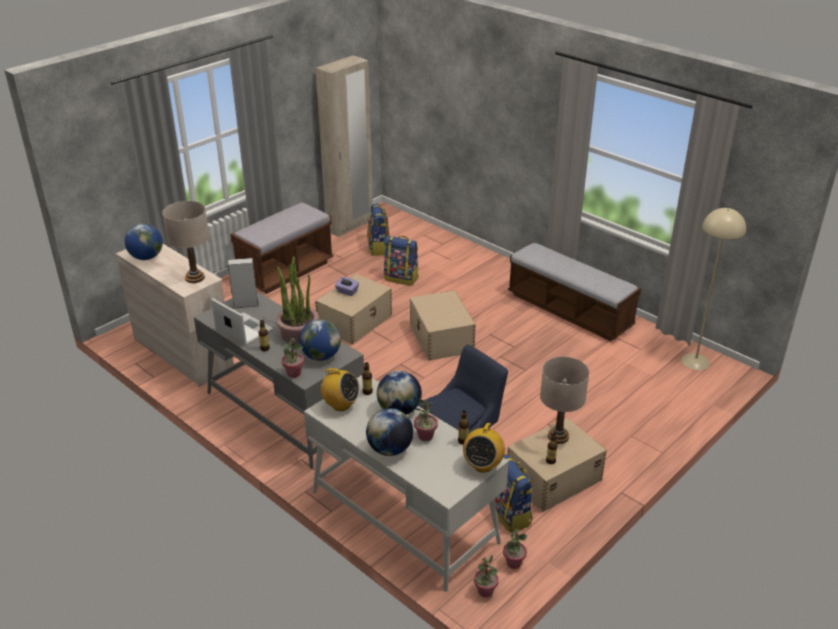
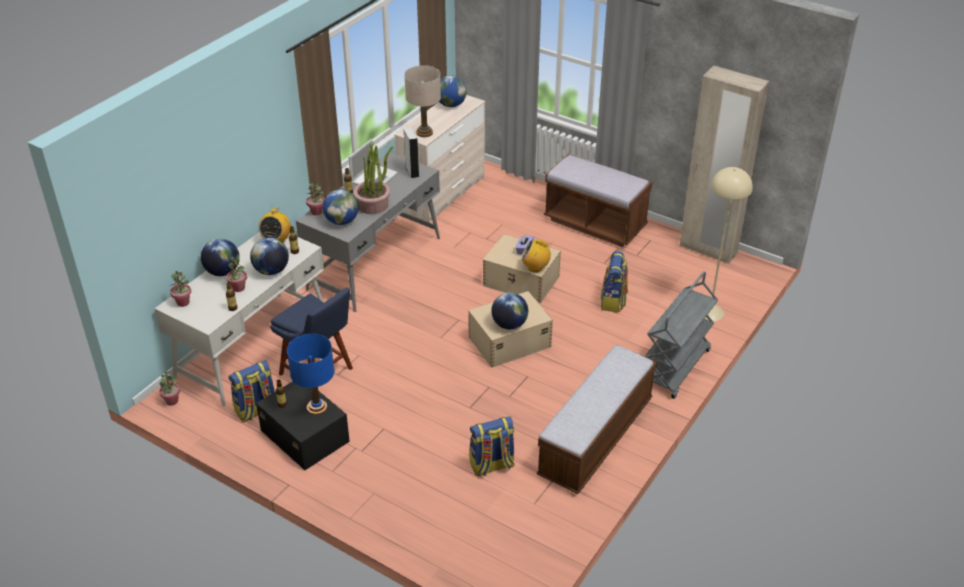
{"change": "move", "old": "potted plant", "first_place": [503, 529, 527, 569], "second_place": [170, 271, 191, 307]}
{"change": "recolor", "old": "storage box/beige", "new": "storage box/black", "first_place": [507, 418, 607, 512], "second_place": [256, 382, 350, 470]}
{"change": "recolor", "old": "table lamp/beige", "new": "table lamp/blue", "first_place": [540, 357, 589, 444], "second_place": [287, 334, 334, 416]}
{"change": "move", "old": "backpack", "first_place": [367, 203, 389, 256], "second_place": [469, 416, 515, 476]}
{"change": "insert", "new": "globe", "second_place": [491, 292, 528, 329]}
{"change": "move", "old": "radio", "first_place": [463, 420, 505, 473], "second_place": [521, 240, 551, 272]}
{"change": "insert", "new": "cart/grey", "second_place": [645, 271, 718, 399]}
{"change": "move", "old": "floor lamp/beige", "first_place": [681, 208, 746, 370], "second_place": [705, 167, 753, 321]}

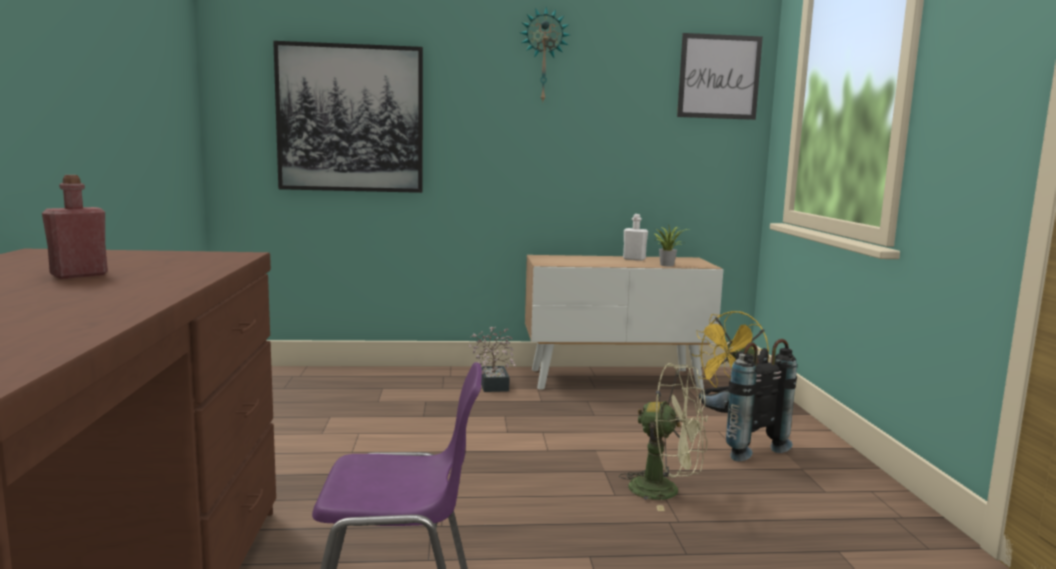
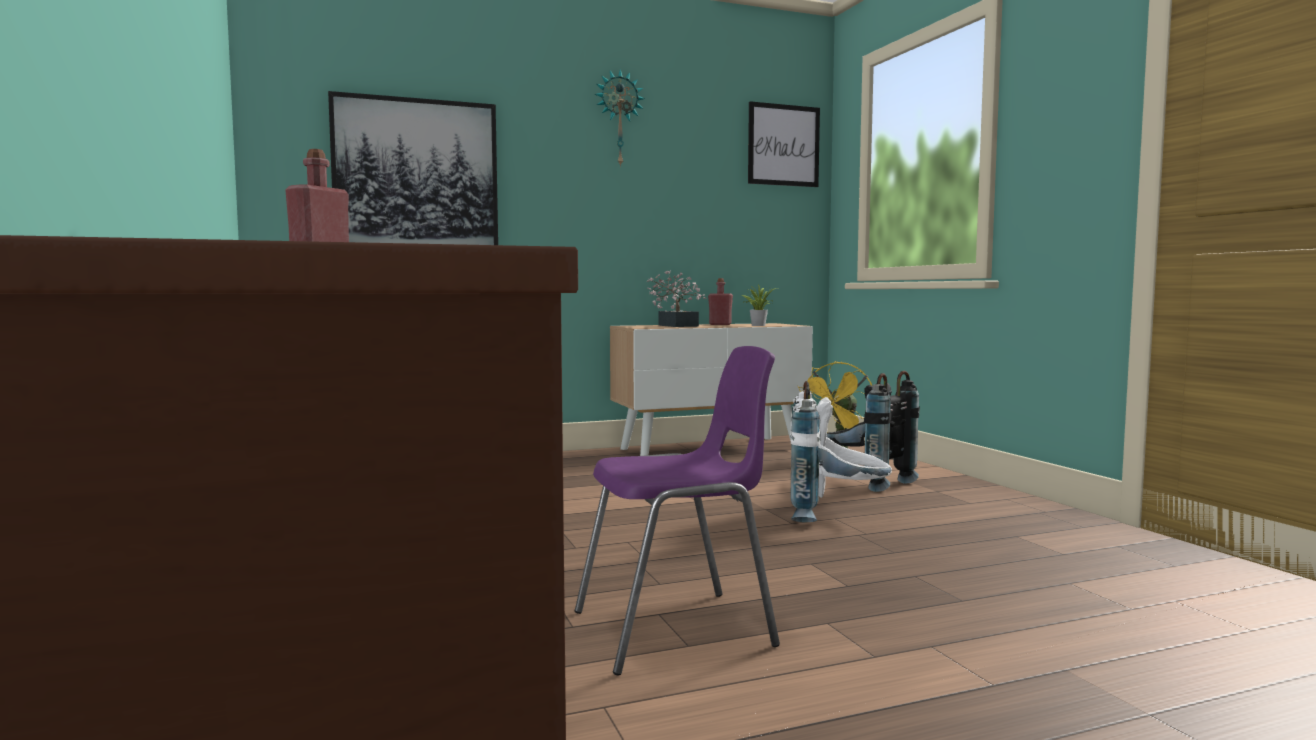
{"change": "move", "old": "potted plant", "first_place": [469, 327, 516, 392], "second_place": [647, 270, 706, 327]}
{"change": "recolor", "old": "bottle/white", "new": "bottle/red", "first_place": [623, 214, 648, 261], "second_place": [708, 278, 733, 325]}
{"change": "replace", "old": "fan/green", "new": "backpack/white", "first_place": [619, 363, 708, 511], "second_place": [790, 381, 892, 522]}

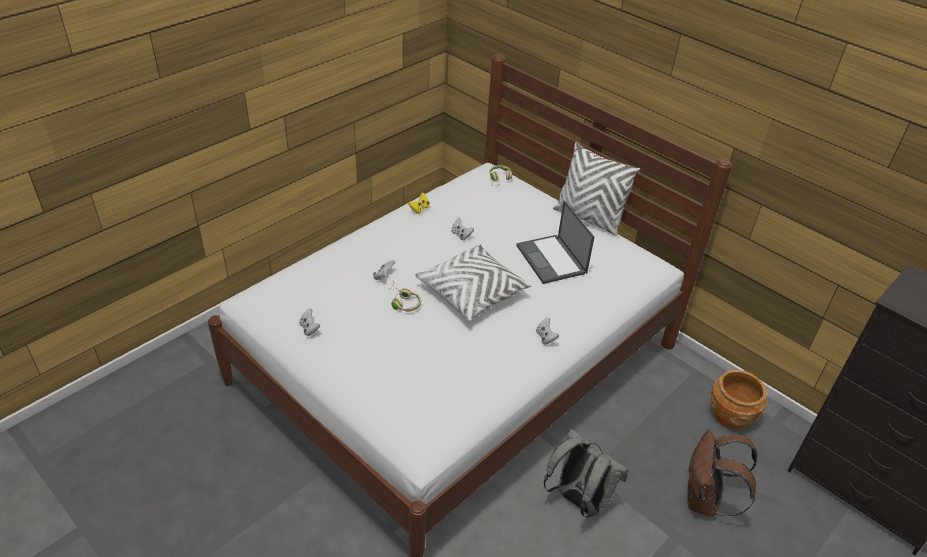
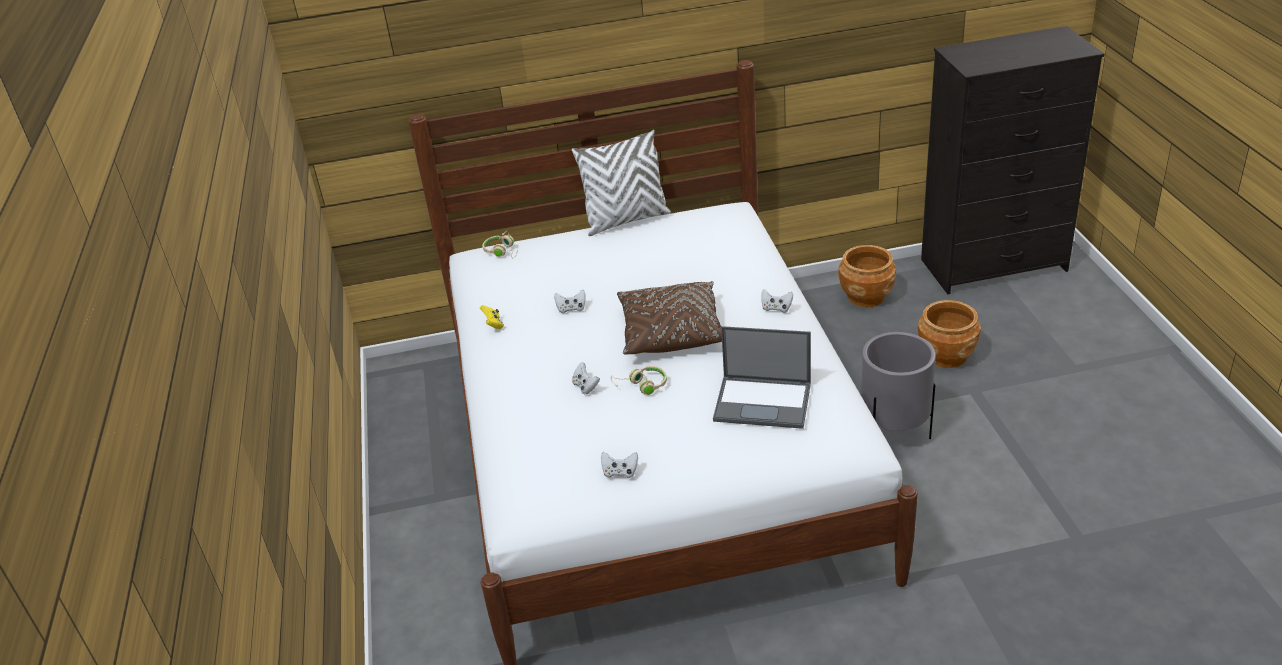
{"change": "recolor", "old": "pillow/white", "new": "pillow/brown", "first_place": [415, 244, 531, 321], "second_place": [617, 281, 722, 355]}
{"change": "move", "old": "laptop", "first_place": [516, 200, 594, 284], "second_place": [713, 326, 811, 429]}
{"change": "replace", "old": "backpack/grey", "new": "planter/grey", "first_place": [543, 429, 628, 518], "second_place": [861, 332, 936, 439]}
{"change": "replace", "old": "backpack/brown", "new": "planter/brown", "first_place": [687, 429, 757, 517], "second_place": [918, 300, 981, 368]}

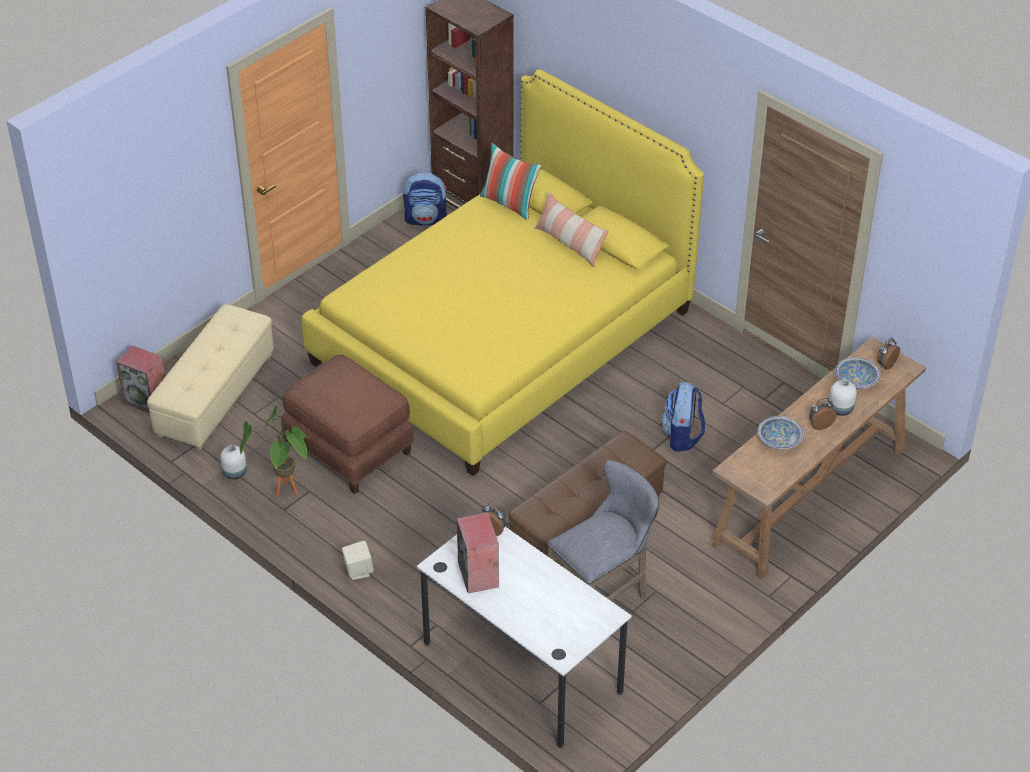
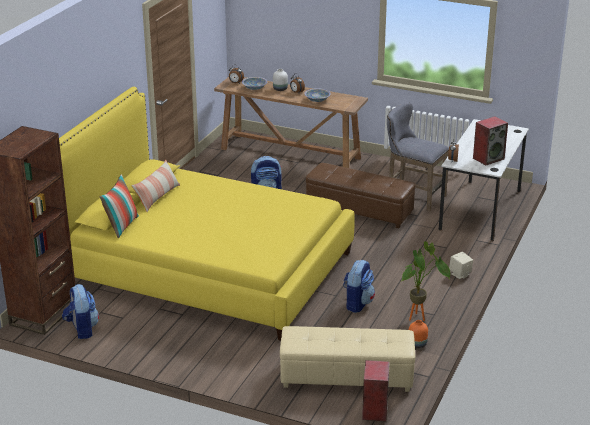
{"change": "replace", "old": "ottoman/brown", "new": "backpack", "first_place": [281, 354, 414, 494], "second_place": [343, 260, 375, 313]}
{"change": "recolor", "old": "vase/white", "new": "vase/orange", "first_place": [220, 445, 247, 479], "second_place": [409, 320, 428, 348]}

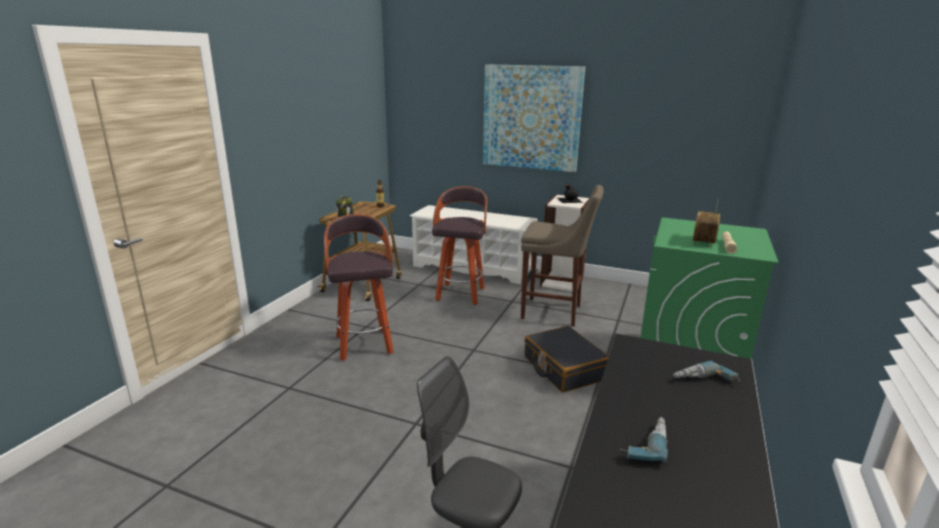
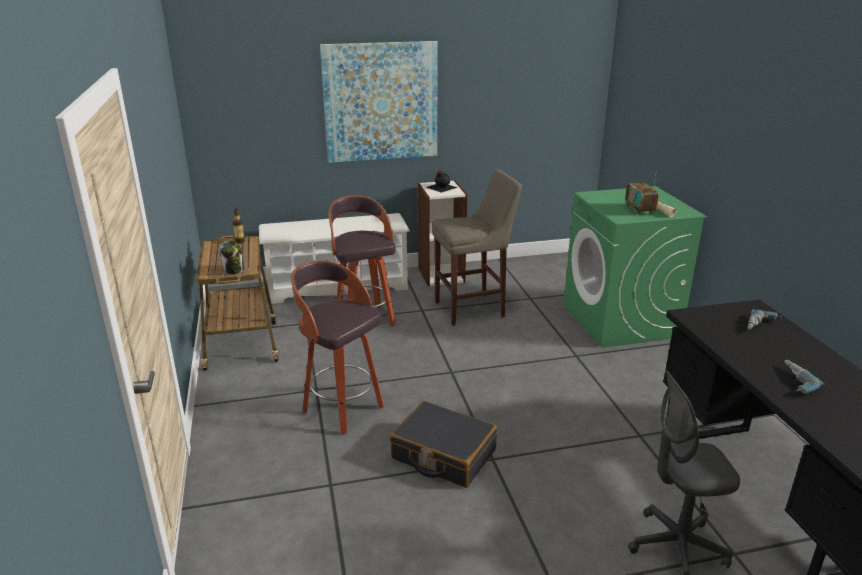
{"change": "move", "old": "suitcase/black", "first_place": [525, 326, 609, 393], "second_place": [390, 401, 497, 488]}

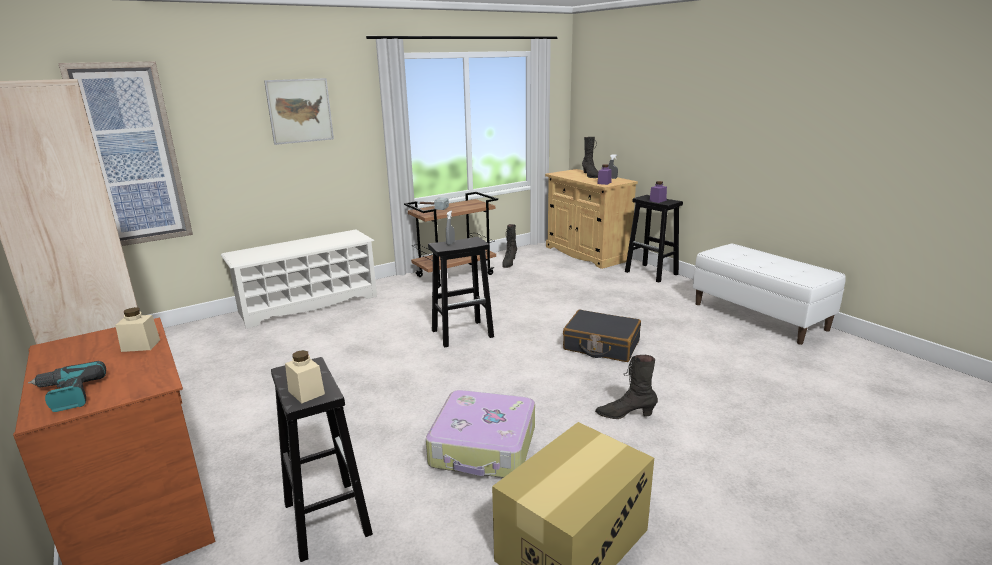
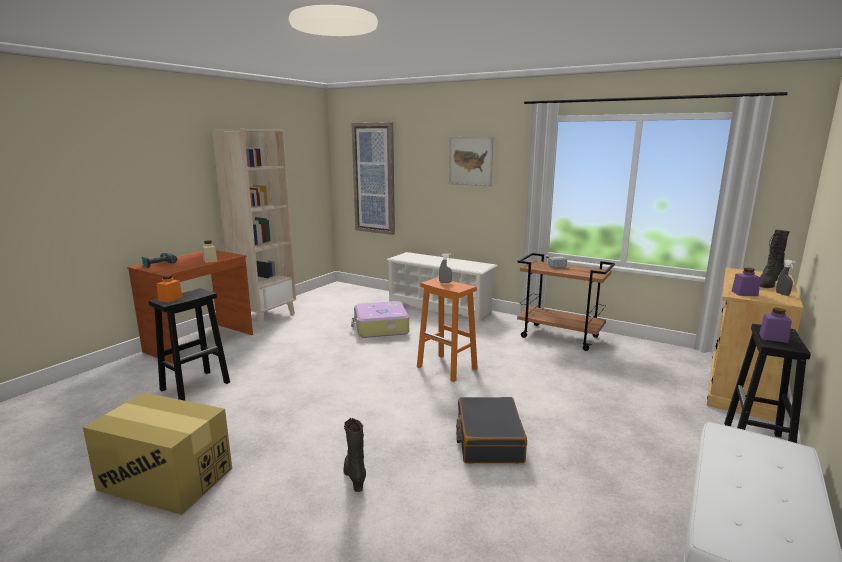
{"change": "recolor", "old": "jar/beige", "new": "jar/orange", "first_place": [285, 350, 325, 403], "second_place": [157, 275, 183, 303]}
{"change": "move", "old": "suitcase", "first_place": [426, 390, 535, 478], "second_place": [351, 301, 409, 338]}
{"change": "recolor", "old": "stool/black", "new": "stool/orange", "first_place": [428, 237, 494, 347], "second_place": [417, 277, 478, 382]}
{"change": "delete", "old": "boot/black", "first_place": [502, 224, 517, 268]}

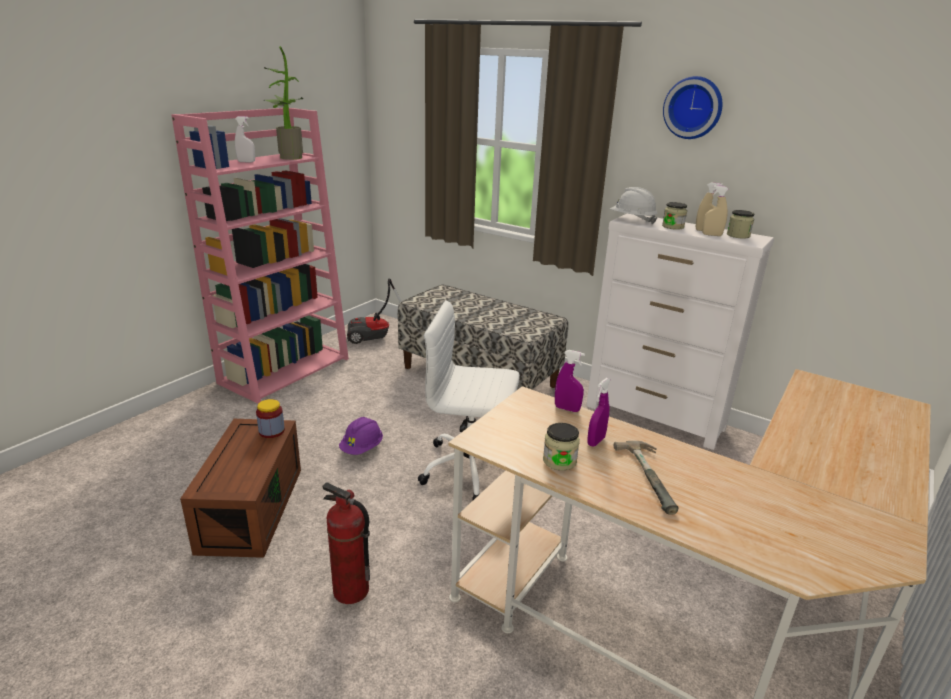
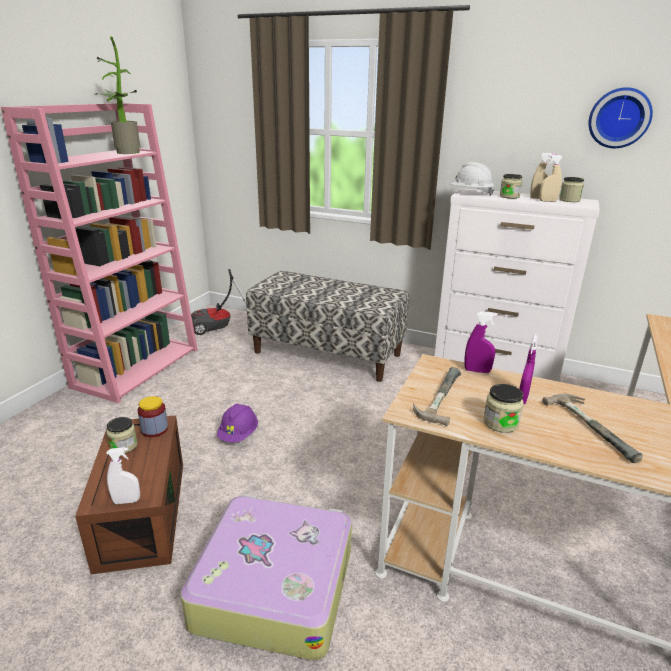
{"change": "insert", "new": "jar", "second_place": [106, 417, 138, 453]}
{"change": "move", "old": "spray bottle/white", "first_place": [235, 116, 255, 163], "second_place": [106, 447, 140, 504]}
{"change": "replace", "old": "fire extinguisher", "new": "suitcase", "first_place": [322, 482, 370, 604], "second_place": [180, 494, 352, 660]}
{"change": "insert", "new": "hammer", "second_place": [413, 367, 461, 426]}
{"change": "move", "old": "wall clock", "first_place": [663, 76, 722, 139], "second_place": [588, 87, 653, 148]}
{"change": "delete", "old": "office chair/white", "first_place": [418, 300, 520, 500]}

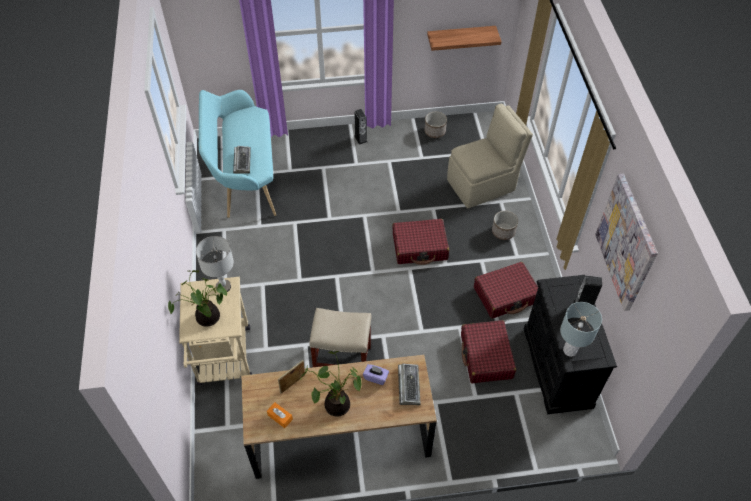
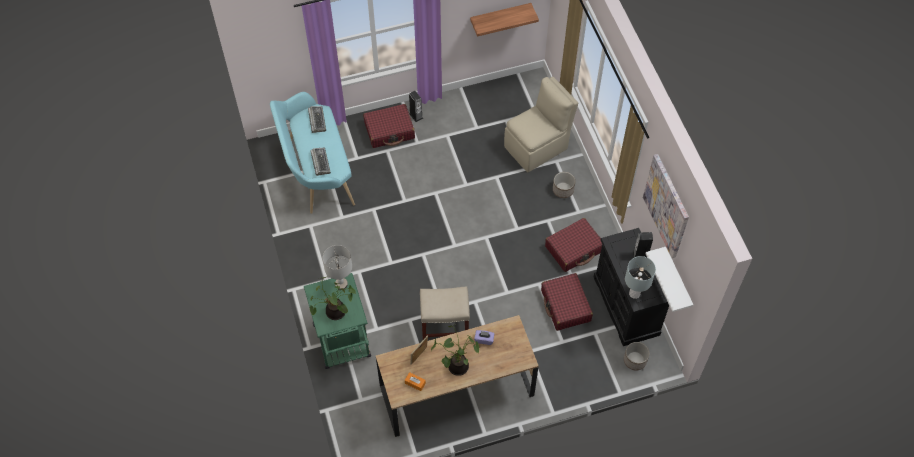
{"change": "recolor", "old": "cart/beige", "new": "cart/green", "first_place": [179, 277, 252, 385], "second_place": [304, 273, 371, 369]}
{"change": "move", "old": "keyboard", "first_place": [398, 364, 421, 405], "second_place": [308, 106, 326, 133]}
{"change": "move", "old": "suitcase/red", "first_place": [392, 219, 449, 265], "second_place": [363, 104, 415, 148]}
{"change": "move", "old": "planter", "first_place": [424, 112, 447, 138], "second_place": [624, 342, 650, 371]}
{"change": "insert", "new": "shelf/white", "second_place": [646, 247, 693, 312]}

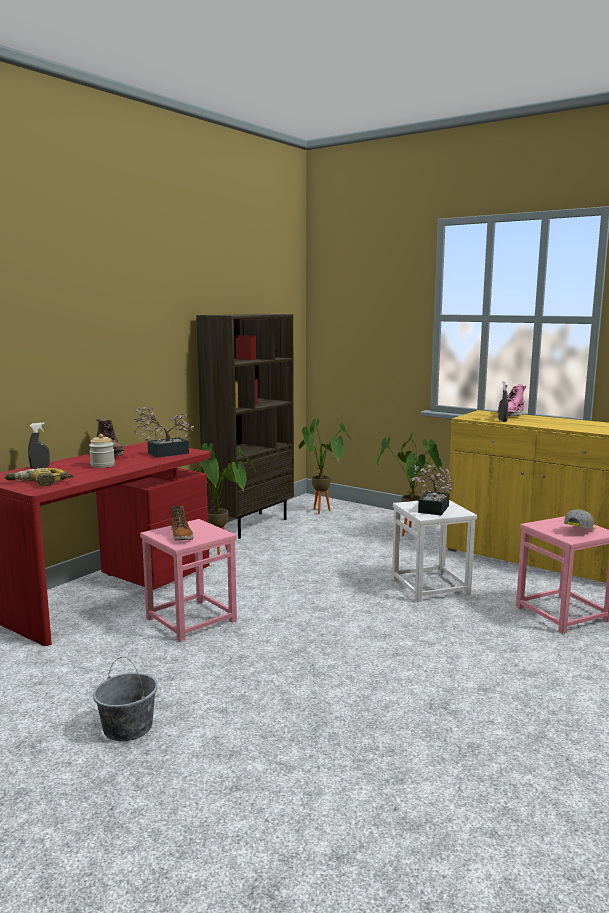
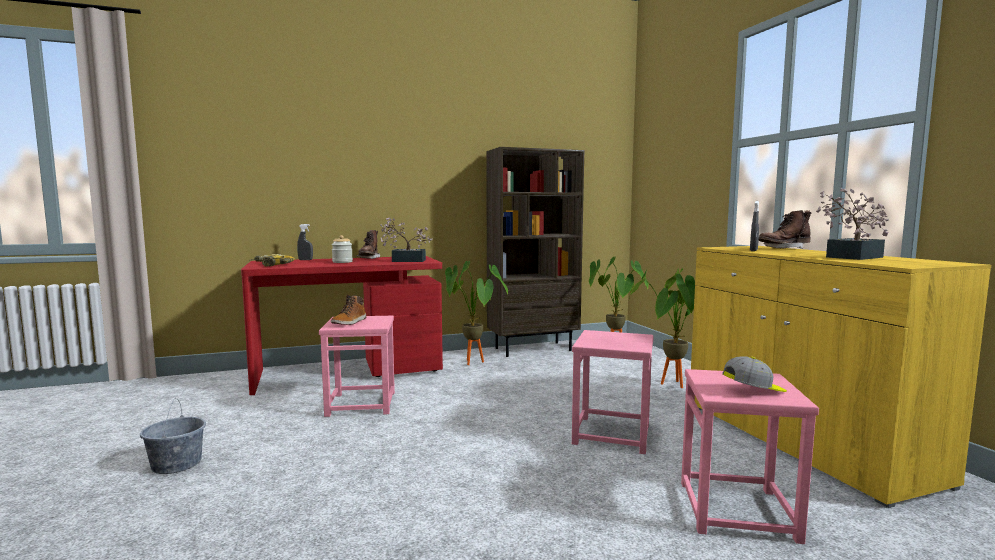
{"change": "recolor", "old": "stool/white", "new": "stool/pink", "first_place": [392, 500, 477, 602], "second_place": [572, 330, 654, 454]}
{"change": "recolor", "old": "boot/pink", "new": "boot/brown", "first_place": [497, 384, 526, 416], "second_place": [758, 210, 811, 250]}
{"change": "move", "old": "potted plant", "first_place": [412, 464, 455, 516], "second_place": [816, 188, 889, 260]}

